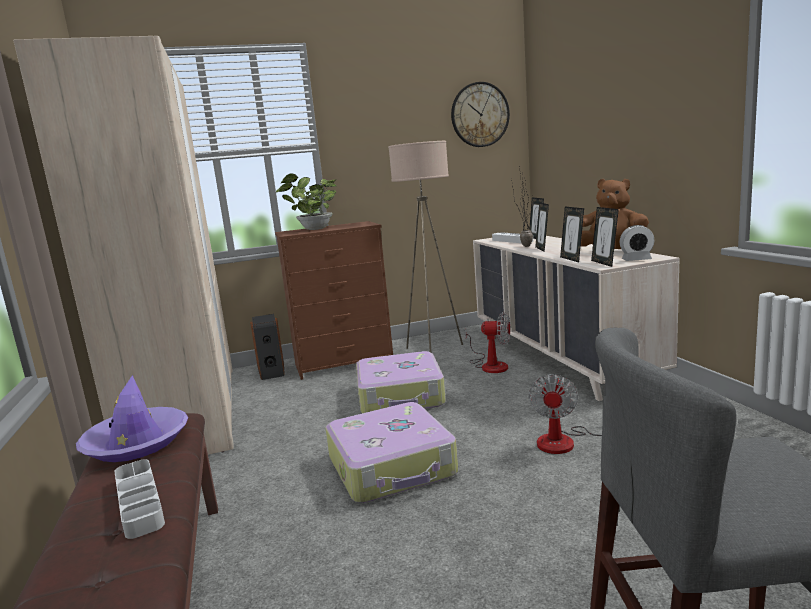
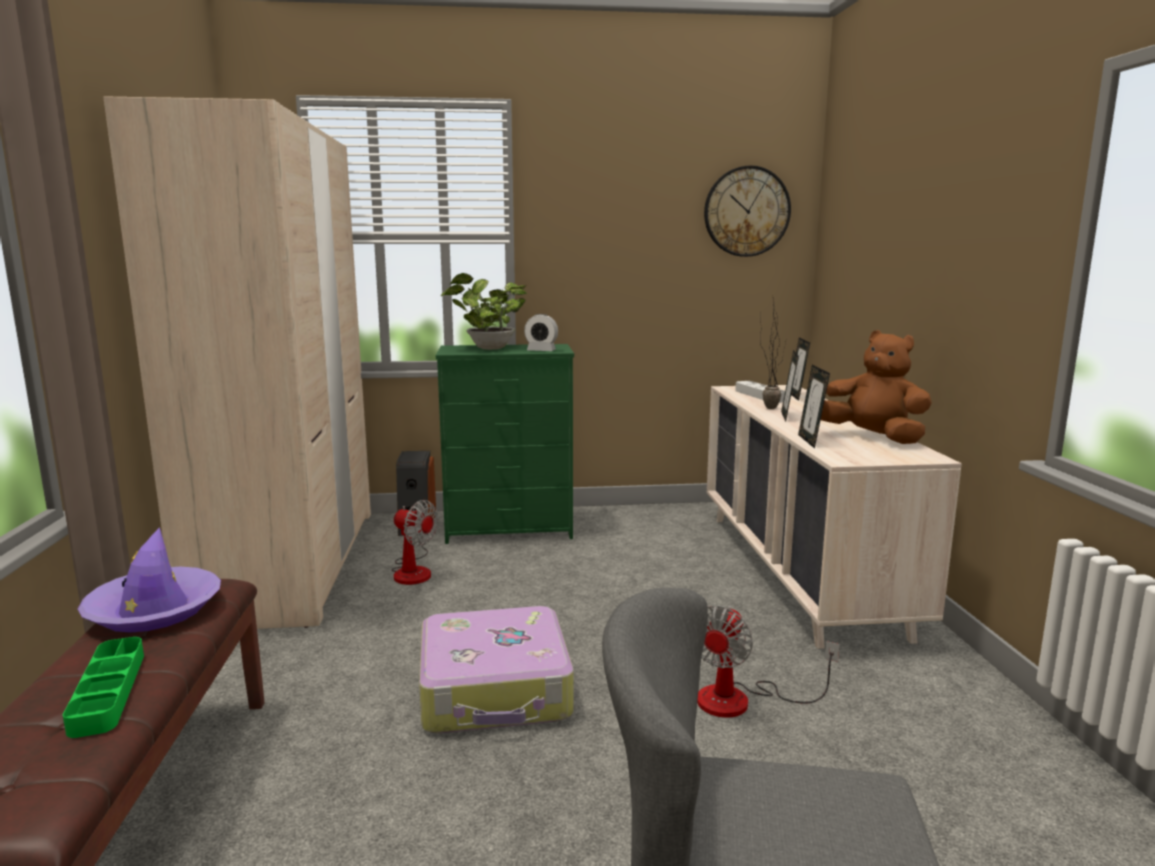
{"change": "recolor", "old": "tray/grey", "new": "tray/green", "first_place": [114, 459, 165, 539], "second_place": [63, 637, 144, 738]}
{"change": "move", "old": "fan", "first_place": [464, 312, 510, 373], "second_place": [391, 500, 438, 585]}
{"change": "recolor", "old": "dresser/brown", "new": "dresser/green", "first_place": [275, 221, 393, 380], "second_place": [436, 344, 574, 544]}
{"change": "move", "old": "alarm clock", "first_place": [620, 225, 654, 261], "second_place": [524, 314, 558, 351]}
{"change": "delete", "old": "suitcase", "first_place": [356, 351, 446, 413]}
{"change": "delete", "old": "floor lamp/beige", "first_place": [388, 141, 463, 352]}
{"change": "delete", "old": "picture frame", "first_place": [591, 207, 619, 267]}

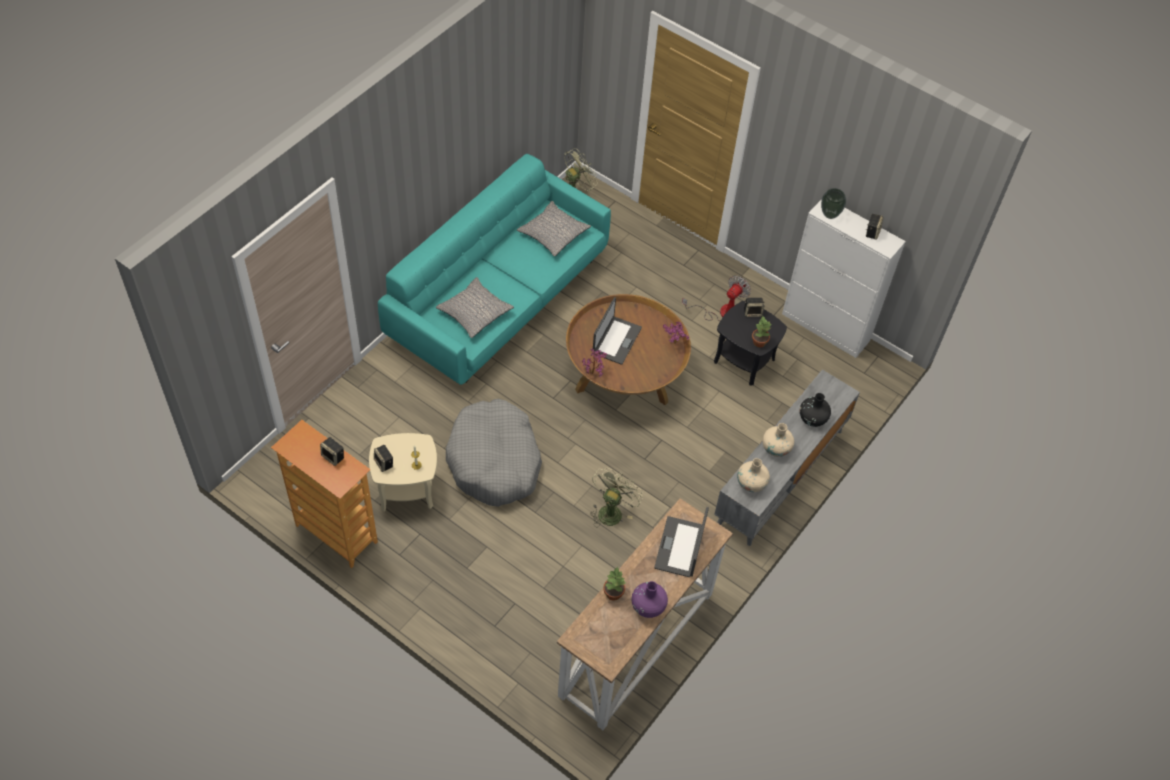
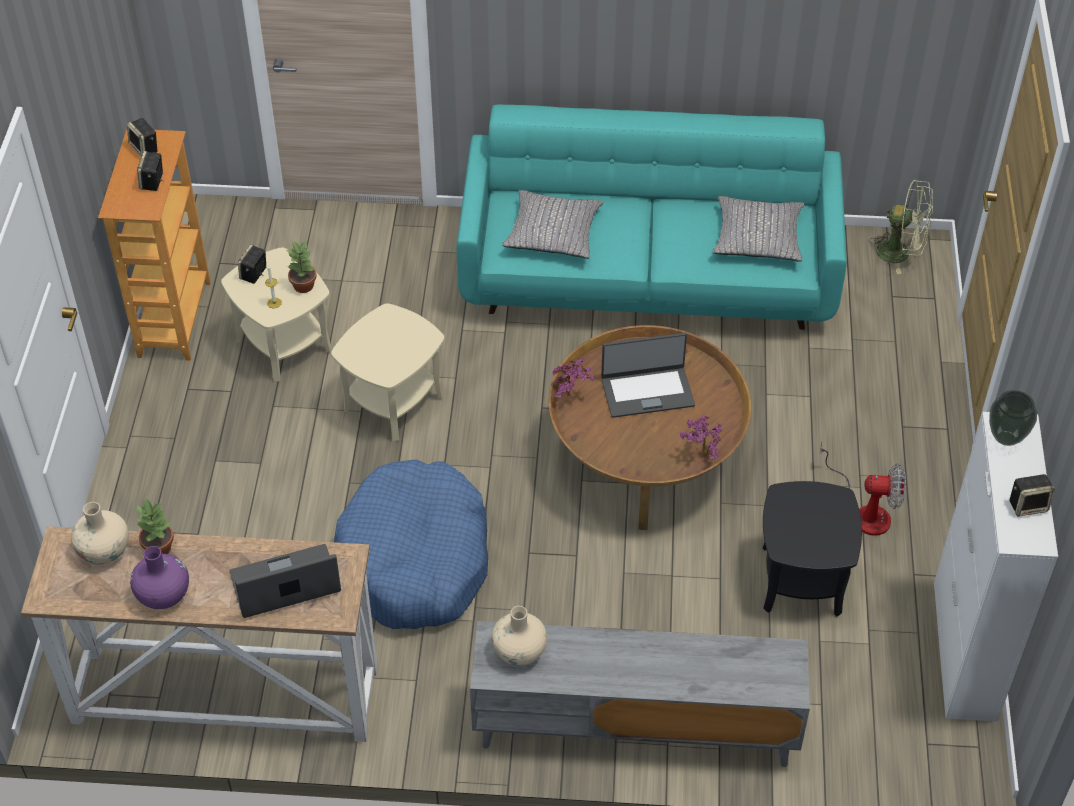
{"change": "move", "old": "vase/beige", "first_place": [762, 423, 794, 457], "second_place": [71, 502, 129, 565]}
{"change": "move", "old": "speaker", "first_place": [744, 298, 765, 317], "second_place": [127, 118, 158, 157]}
{"change": "move", "old": "potted plant", "first_place": [752, 316, 772, 347], "second_place": [287, 240, 317, 293]}
{"change": "replace", "old": "dog bed/grey", "new": "side table/beige", "first_place": [446, 399, 542, 507], "second_place": [331, 303, 444, 441]}
{"change": "replace", "old": "fan/green", "new": "dog bed/blue", "first_place": [590, 468, 643, 527], "second_place": [334, 459, 488, 629]}
{"change": "delete", "old": "vase/black", "first_place": [800, 393, 831, 427]}

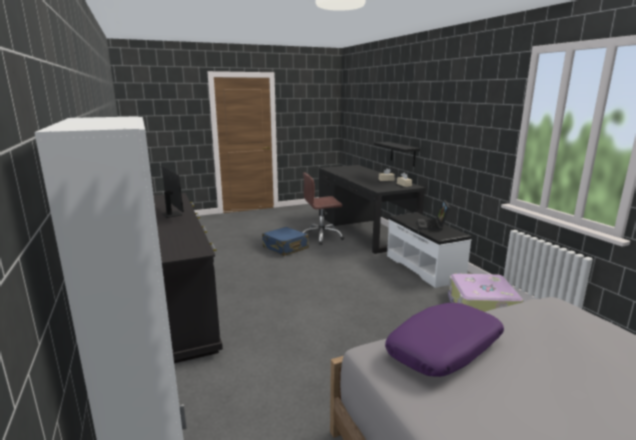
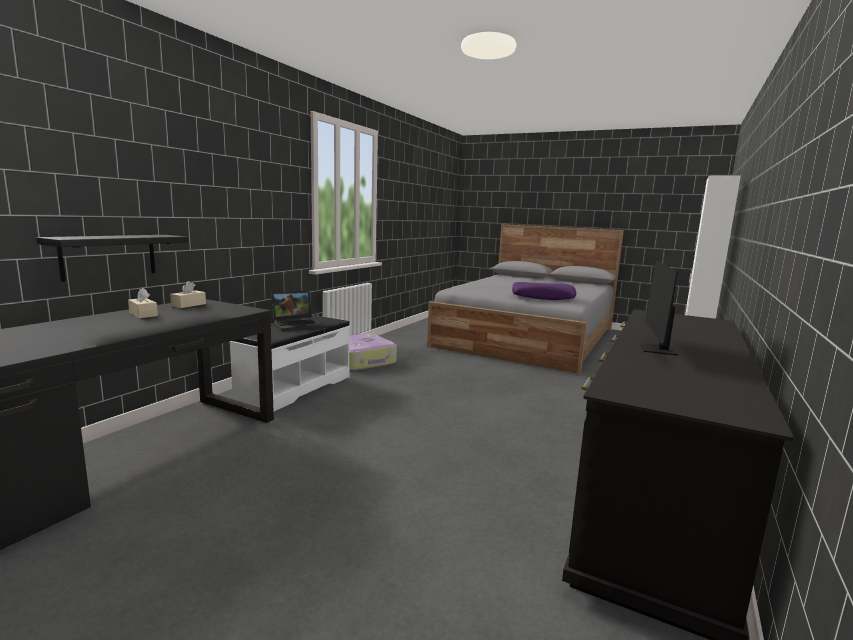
{"change": "delete", "old": "suitcase/blue", "first_place": [262, 227, 309, 256]}
{"change": "delete", "old": "office chair/brown", "first_place": [302, 172, 344, 245]}

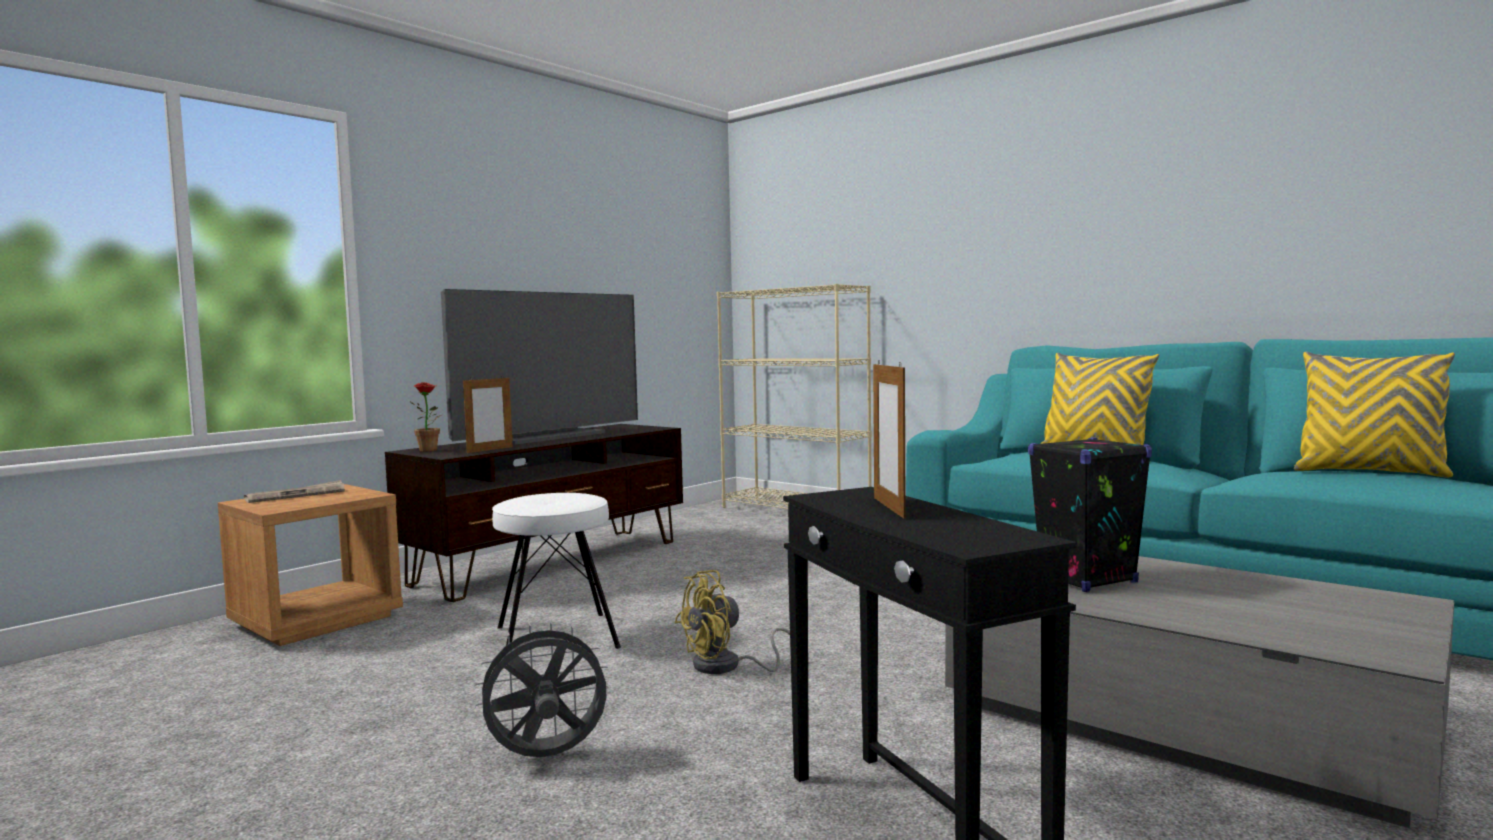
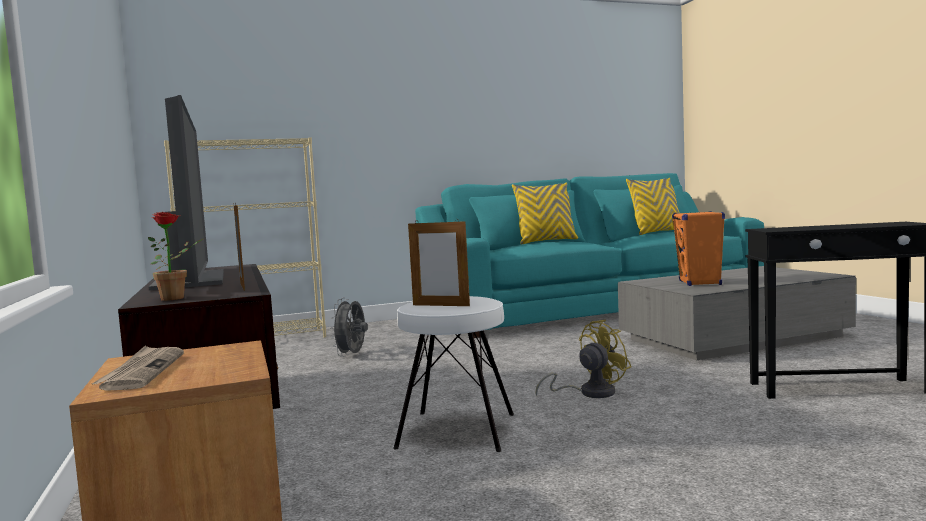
{"change": "move", "old": "fan/grey", "first_place": [473, 621, 611, 757], "second_place": [330, 297, 368, 357]}
{"change": "move", "old": "picture frame", "first_place": [873, 360, 906, 519], "second_place": [408, 219, 470, 306]}
{"change": "rotate", "old": "fan/yellow", "first_place": [674, 570, 790, 674], "second_place": [536, 320, 632, 398], "degrees": -120}
{"change": "recolor", "old": "speaker/black", "new": "speaker/orange", "first_place": [1028, 437, 1152, 592], "second_place": [672, 211, 725, 286]}

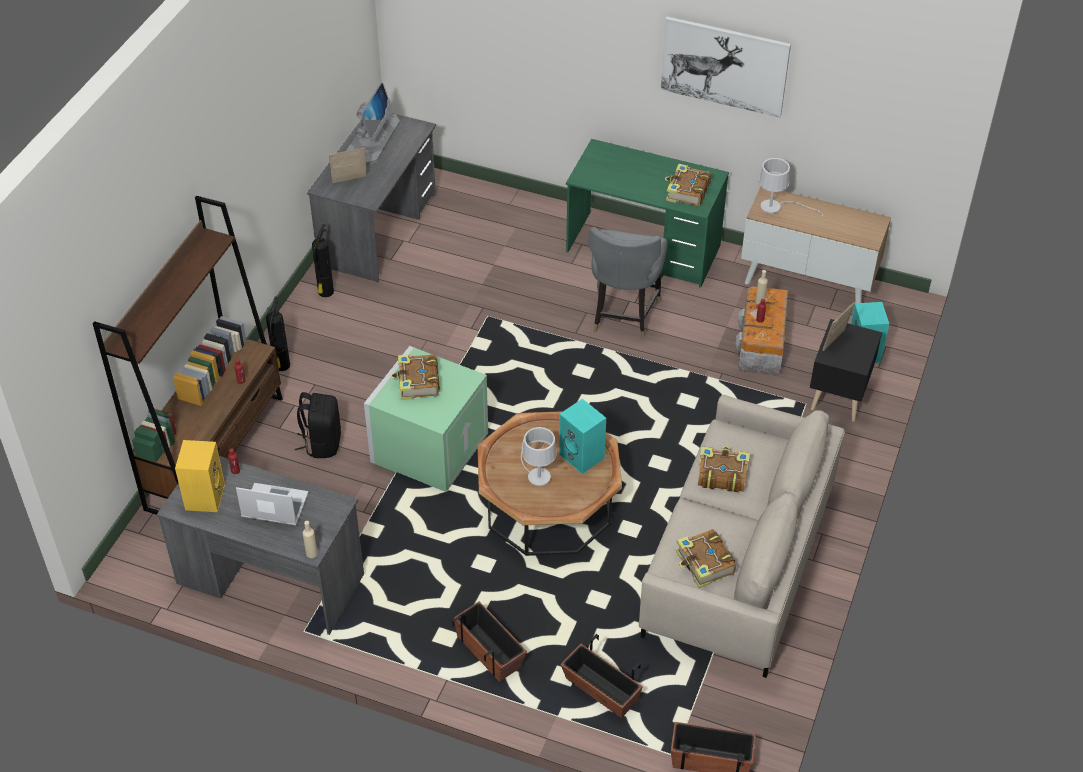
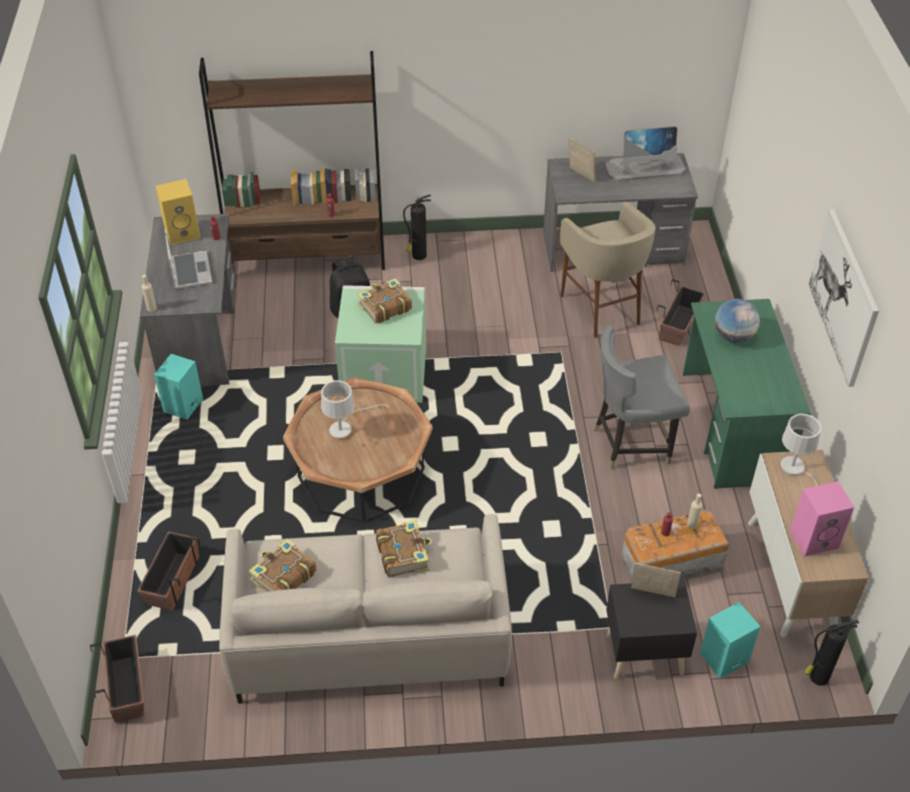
{"change": "move", "old": "speaker/turquoise", "first_place": [559, 399, 606, 474], "second_place": [154, 354, 203, 420]}
{"change": "insert", "new": "stool/beige", "second_place": [560, 202, 656, 338]}
{"change": "move", "old": "planter", "first_place": [452, 601, 527, 682], "second_place": [657, 279, 706, 346]}
{"change": "insert", "new": "globe", "second_place": [715, 299, 760, 343]}
{"change": "insert", "new": "speaker/pink", "second_place": [790, 481, 855, 557]}
{"change": "move", "old": "fire extinguisher", "first_place": [312, 224, 334, 297], "second_place": [804, 619, 859, 686]}
{"change": "delete", "old": "book", "first_place": [665, 164, 711, 207]}

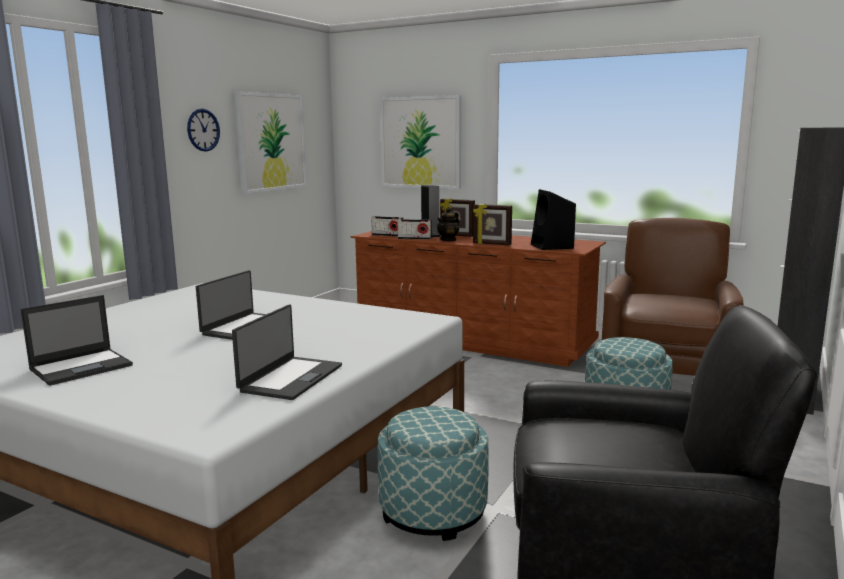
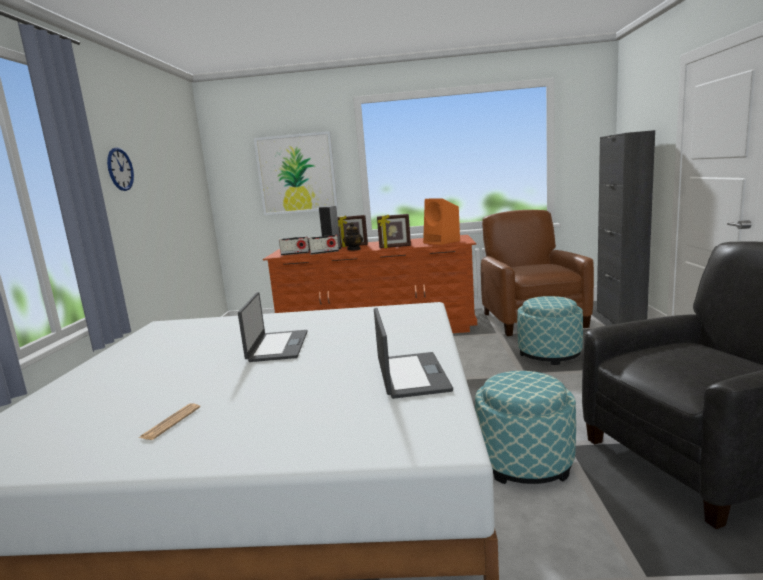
{"change": "replace", "old": "laptop", "new": "newspaper", "first_place": [20, 295, 133, 386], "second_place": [139, 404, 200, 440]}
{"change": "recolor", "old": "speaker/black", "new": "speaker/orange", "first_place": [531, 189, 576, 250], "second_place": [423, 198, 460, 245]}
{"change": "delete", "old": "picture", "first_place": [234, 91, 307, 194]}

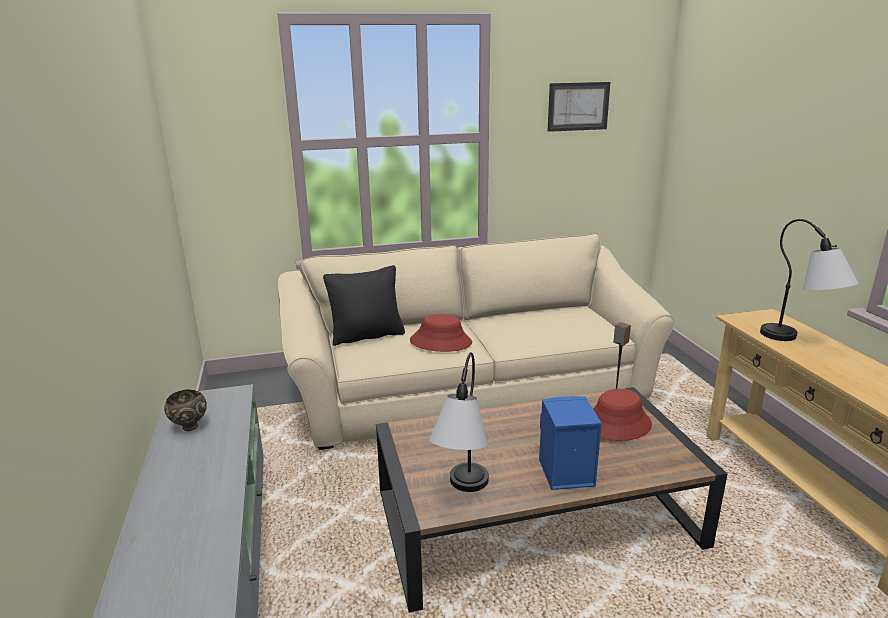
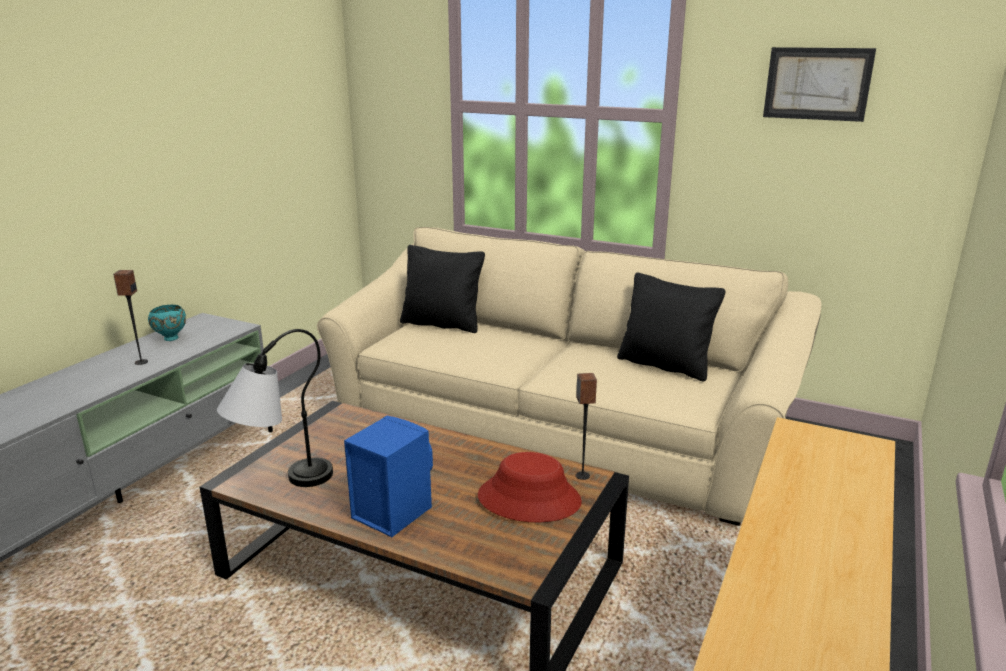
{"change": "insert", "new": "speaker", "second_place": [113, 270, 148, 365]}
{"change": "recolor", "old": "bowl/brown", "new": "bowl/turquoise", "first_place": [164, 389, 207, 431], "second_place": [148, 305, 186, 341]}
{"change": "insert", "new": "pillow/black", "second_place": [617, 272, 725, 381]}
{"change": "delete", "old": "hat/red", "first_place": [410, 314, 472, 352]}
{"change": "delete", "old": "table lamp", "first_place": [760, 219, 859, 341]}

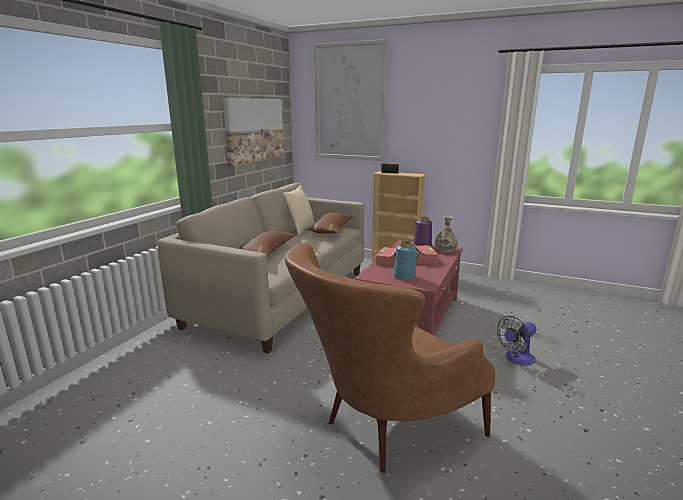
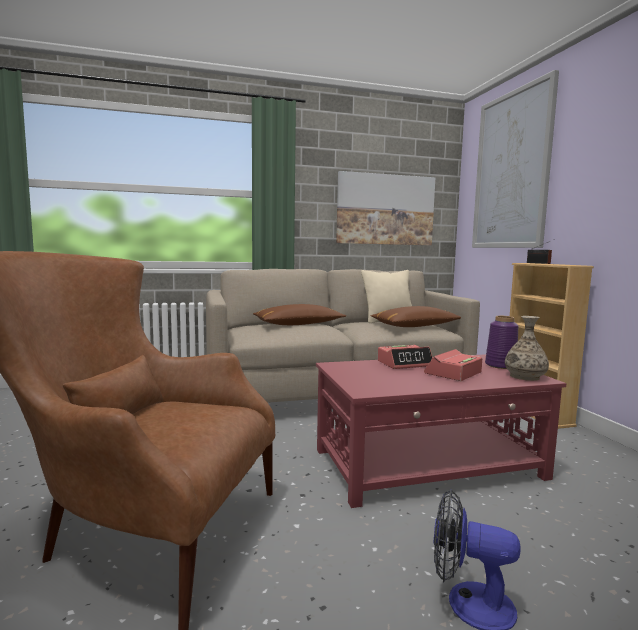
{"change": "delete", "old": "vase/blue", "first_place": [394, 241, 416, 280]}

